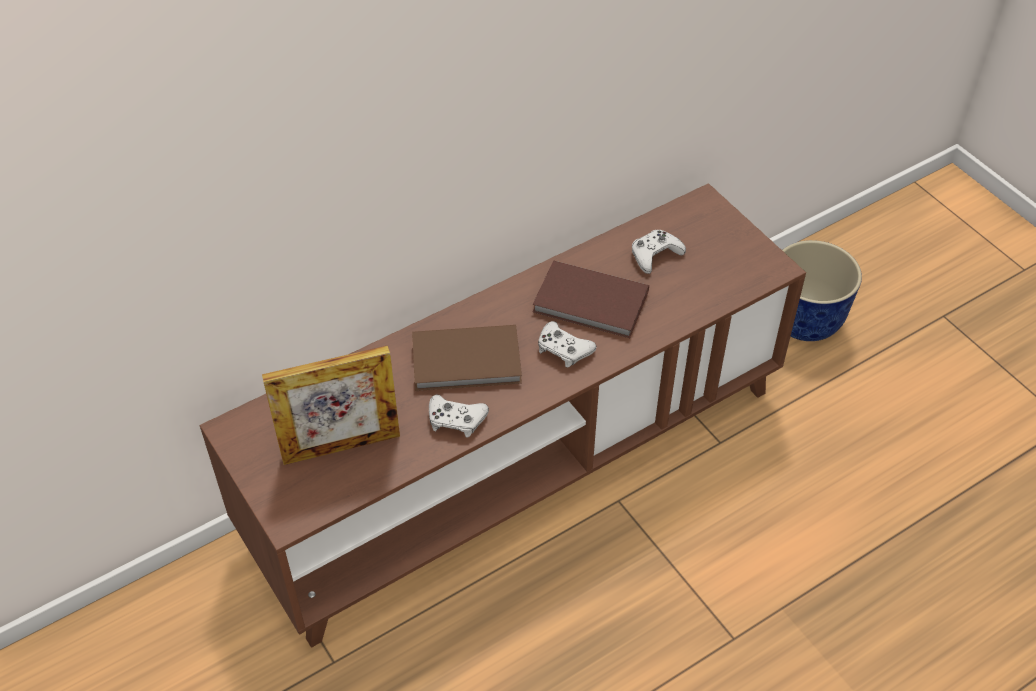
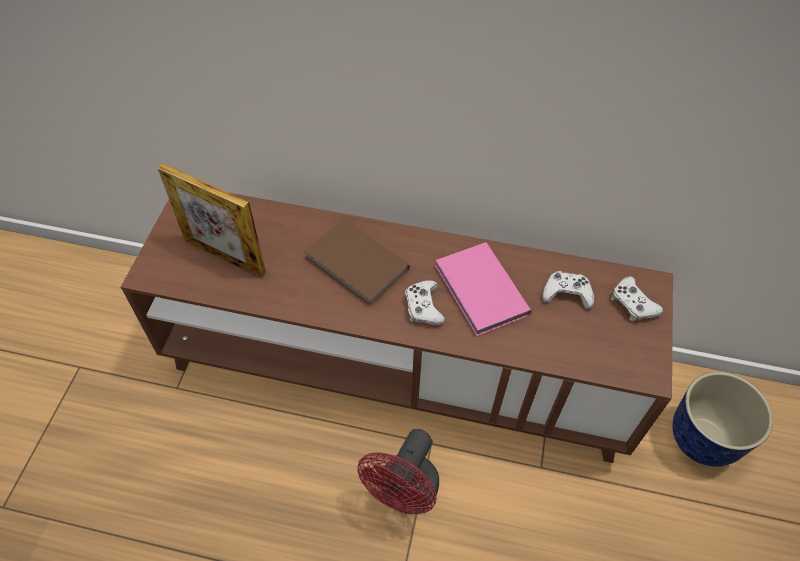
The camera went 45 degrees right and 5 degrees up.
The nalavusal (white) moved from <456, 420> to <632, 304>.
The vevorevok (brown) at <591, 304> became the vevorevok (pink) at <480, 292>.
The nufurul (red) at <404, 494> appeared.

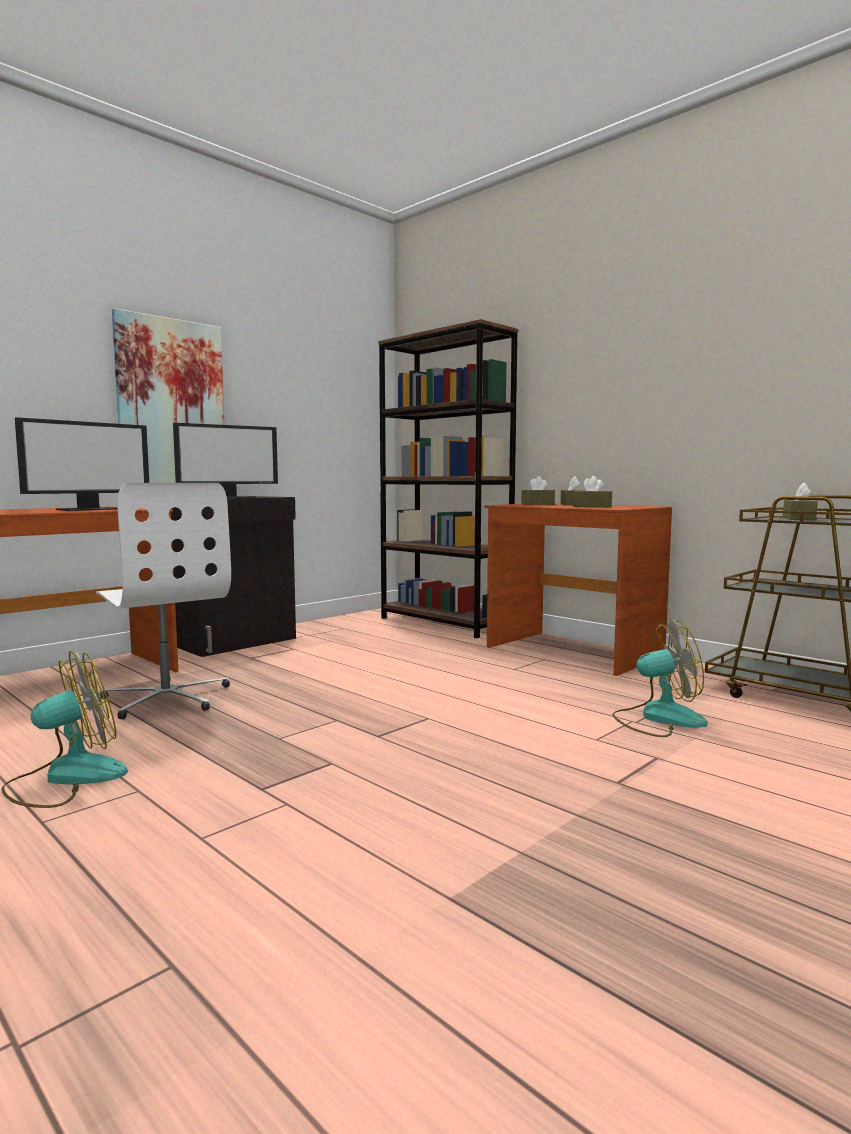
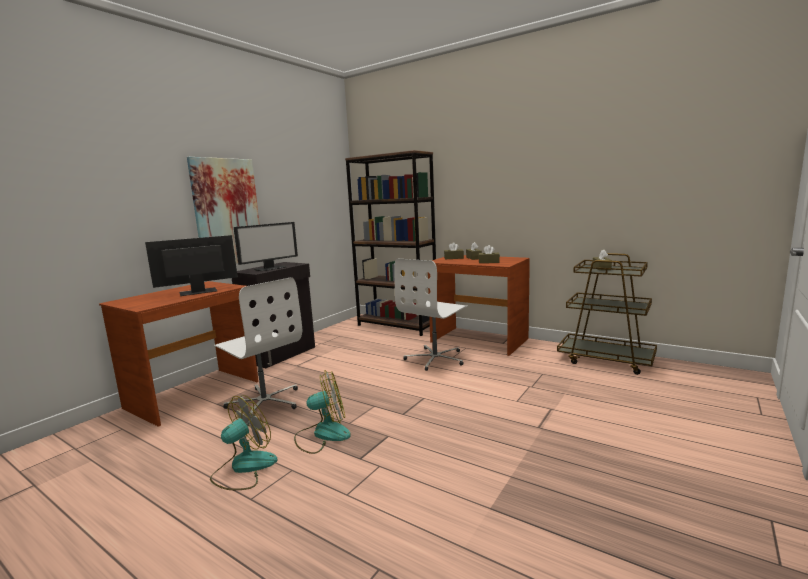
The camera went 10 degrees left and 5 degrees up.
The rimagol at <90, 509> turned 150 degrees counterclockwise.
The nufurul moved from <658, 718> to <322, 434>.
The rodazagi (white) at <435, 359> appeared.

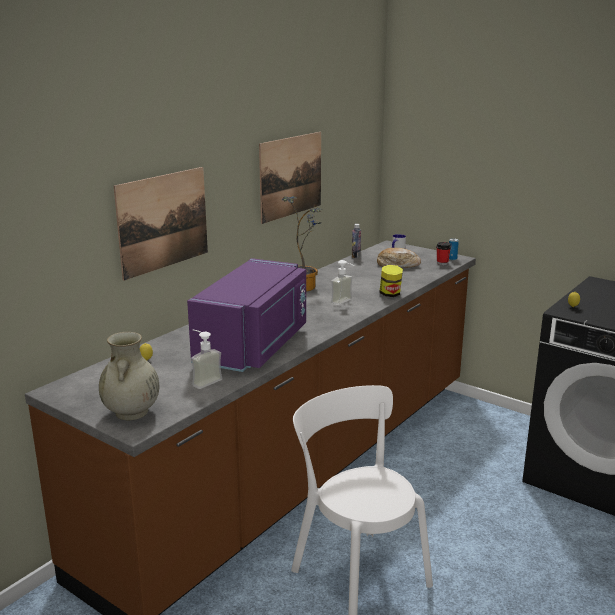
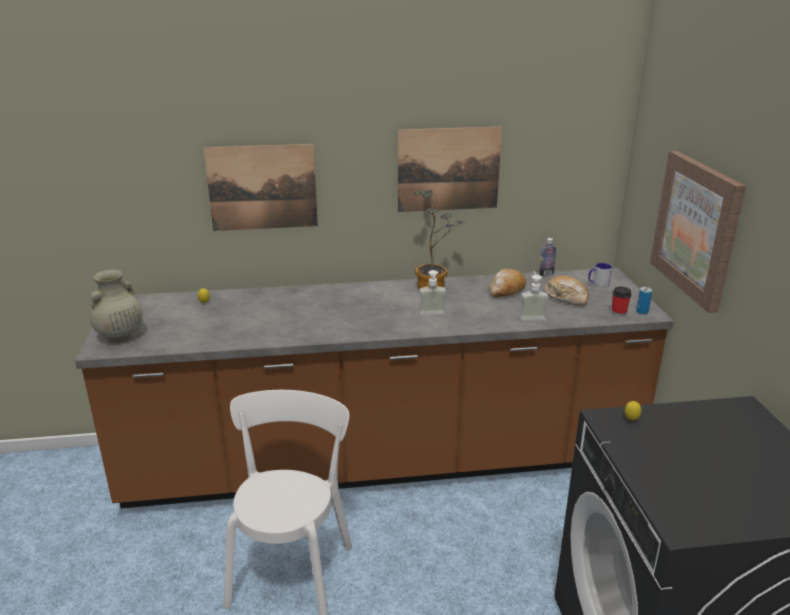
The camera went 45 degrees right and 5 degrees up.
The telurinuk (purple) at <255, 345> disappeared.
The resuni moved from <203, 381> to <531, 316>.
The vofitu at <390, 294> disappeared.
The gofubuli at <506, 290> appeared.
The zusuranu at <696, 228> appeared.

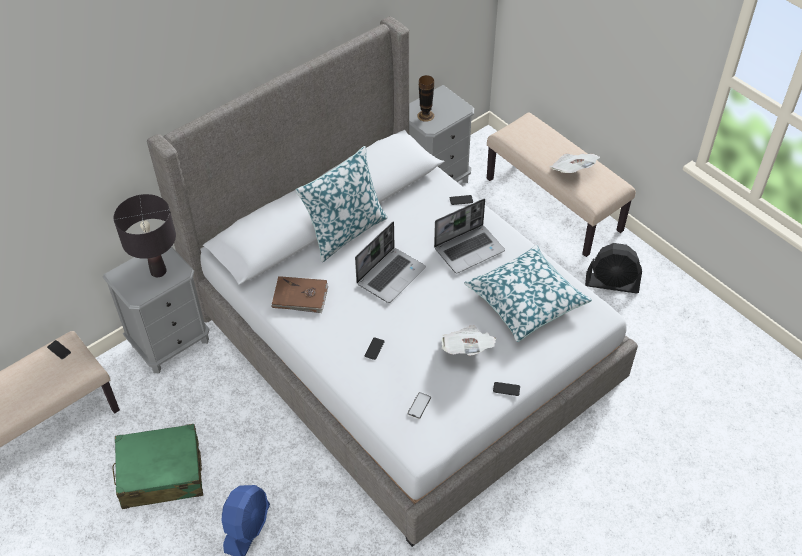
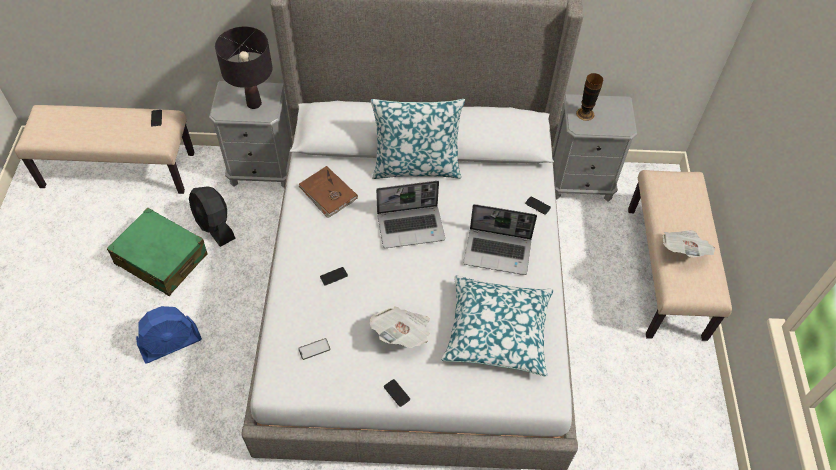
The camera went 40 degrees right and 5 degrees up.
The nufurul (black) moved from <612, 283> to <215, 226>.

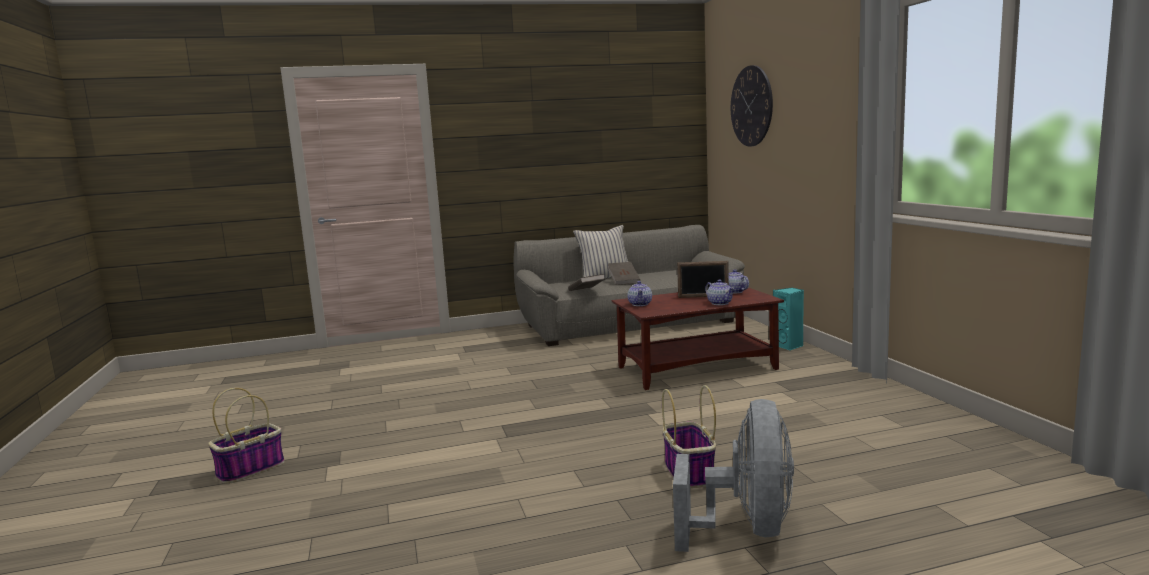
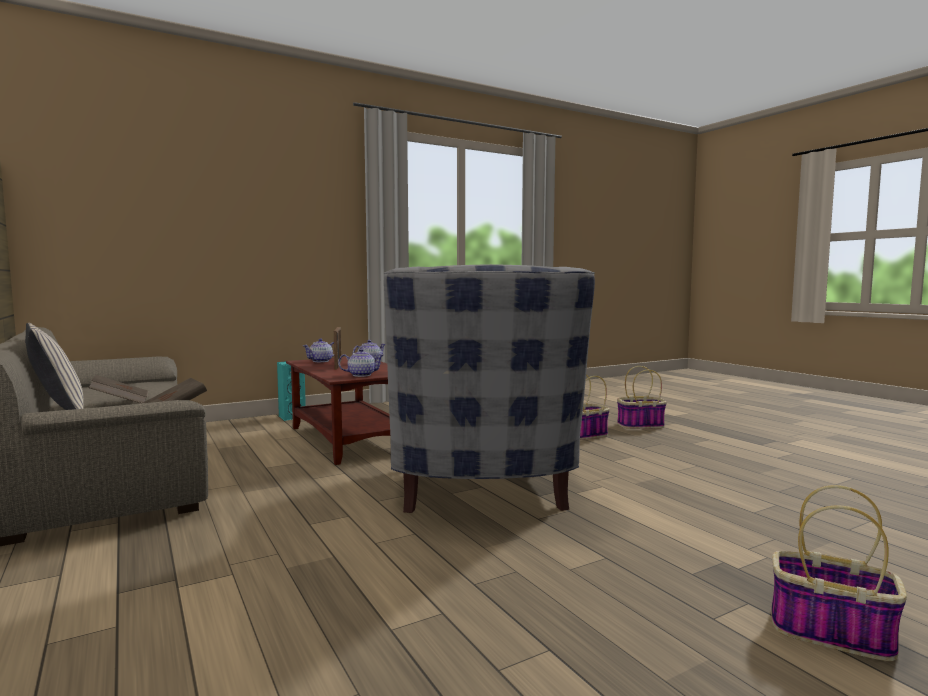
The camera went 105 degrees left and 5 degrees down.
The nufurul (grey) at <746, 529> was replaced by the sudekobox at <640, 425>.
The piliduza at <751, 106> disappeared.
The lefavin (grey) at <482, 494> appeared.

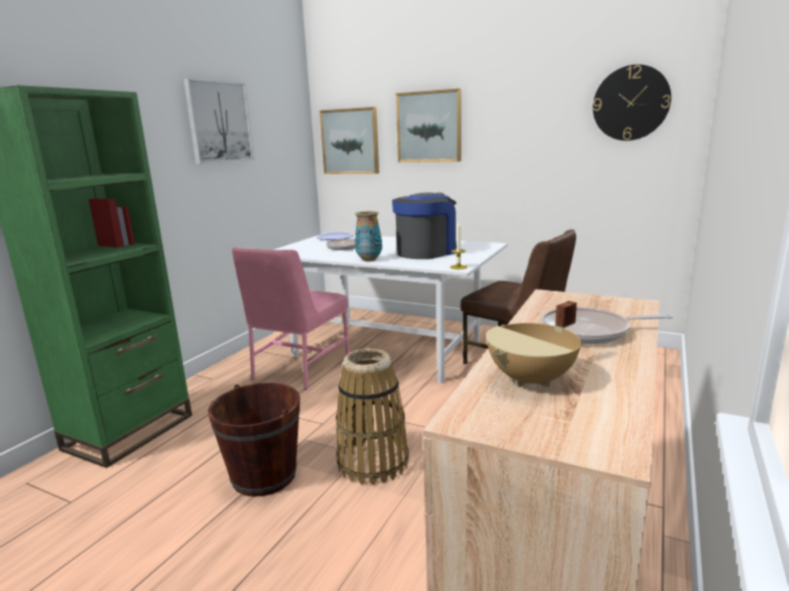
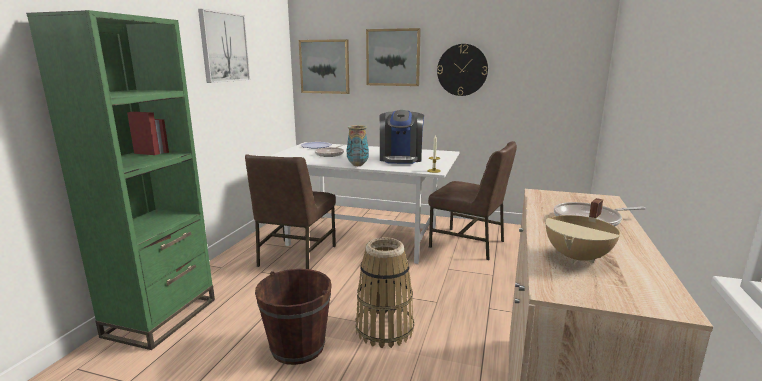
The camera went 10 degrees left and 0 degrees up.
The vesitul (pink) at <299, 368> became the vesitul (brown) at <295, 256>.
The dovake at <427, 252> turned 150 degrees clockwise.
The piliduza moved from <630, 103> to <462, 70>.

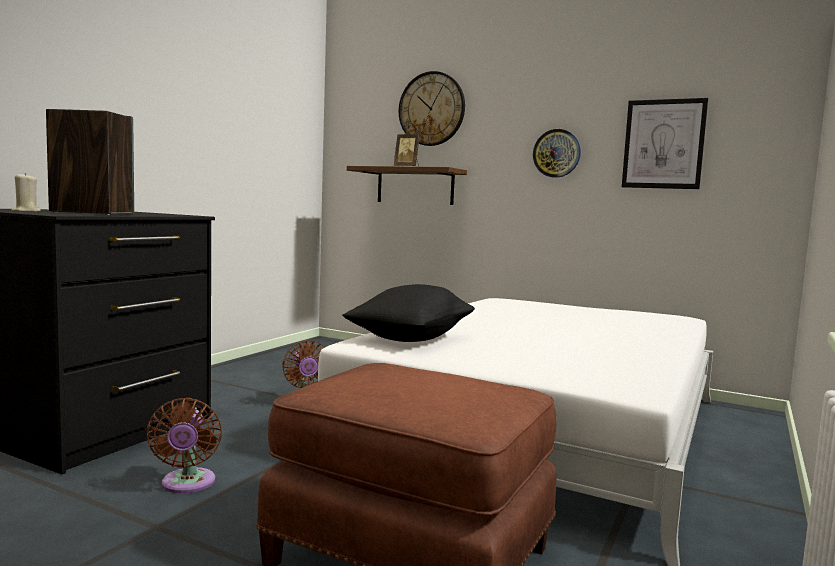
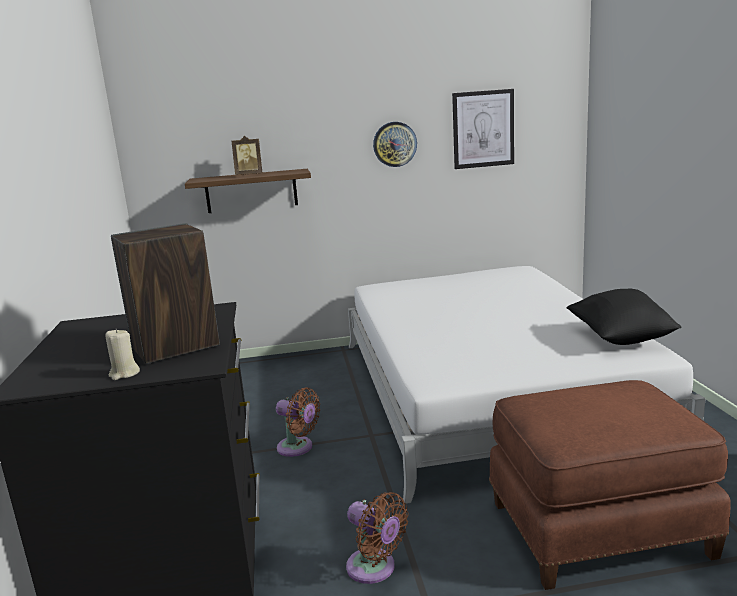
The camera went 35 degrees left and 10 degrees up.
The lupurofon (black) moved from <410, 339> to <620, 338>.
The piliduza at <431, 109> disappeared.

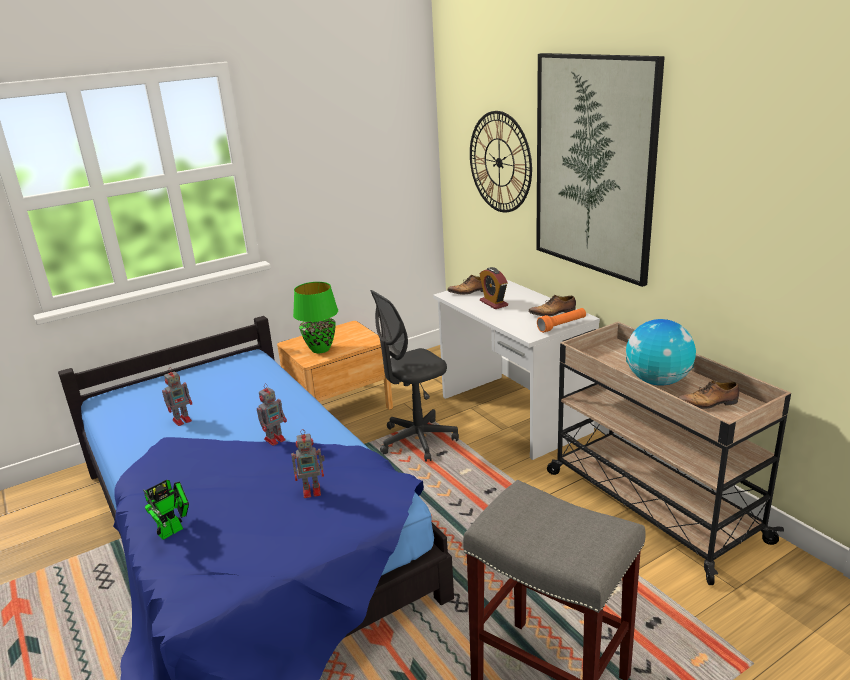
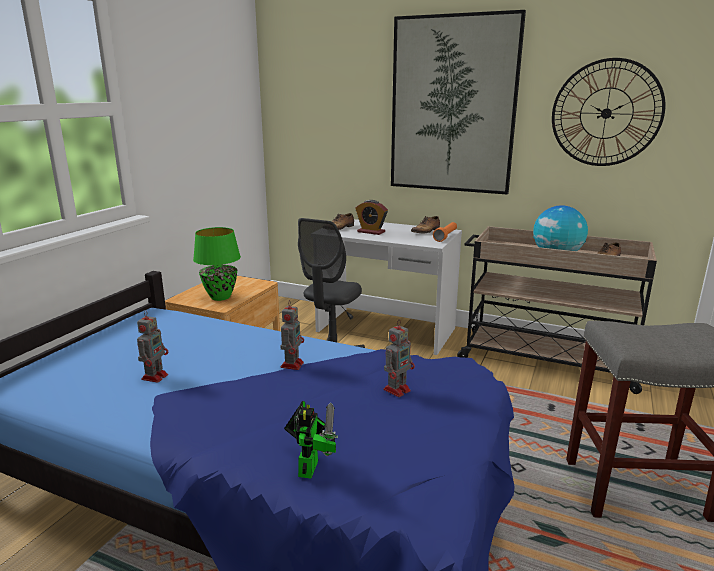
The camera went 35 degrees left and 5 degrees down.
The piliduza moved from <499, 162> to <606, 113>.

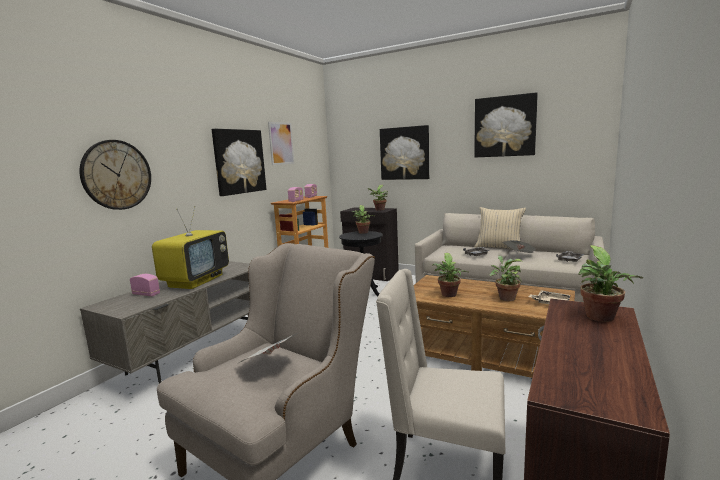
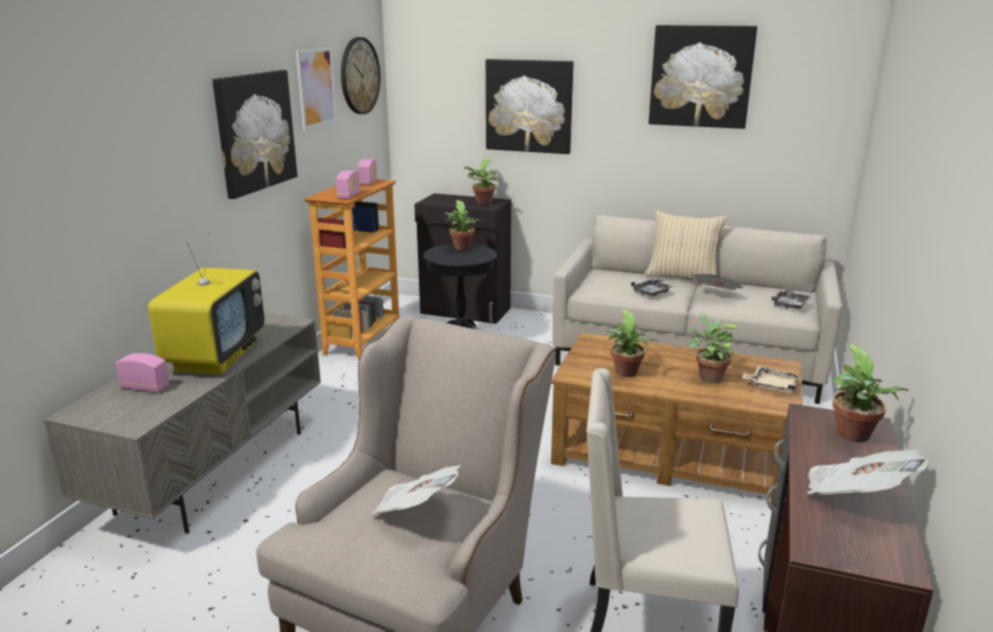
The camera went 10 degrees left and 10 degrees up.
The piliduza moved from <116, 175> to <359, 76>.
The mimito at <855, 495> appeared.

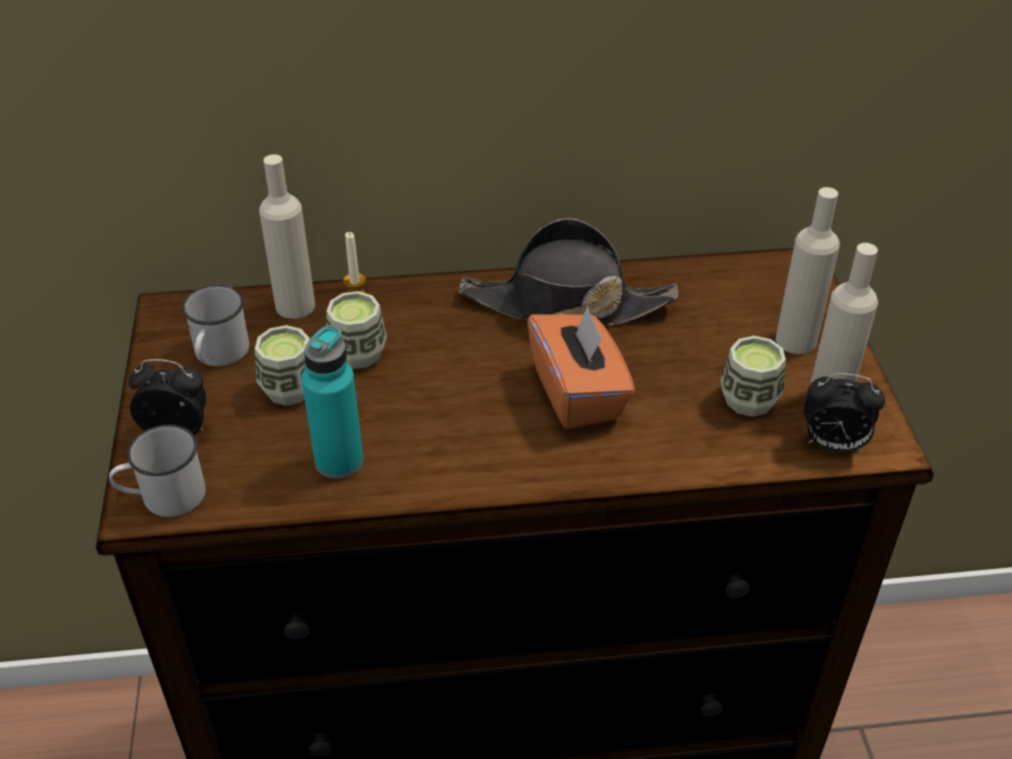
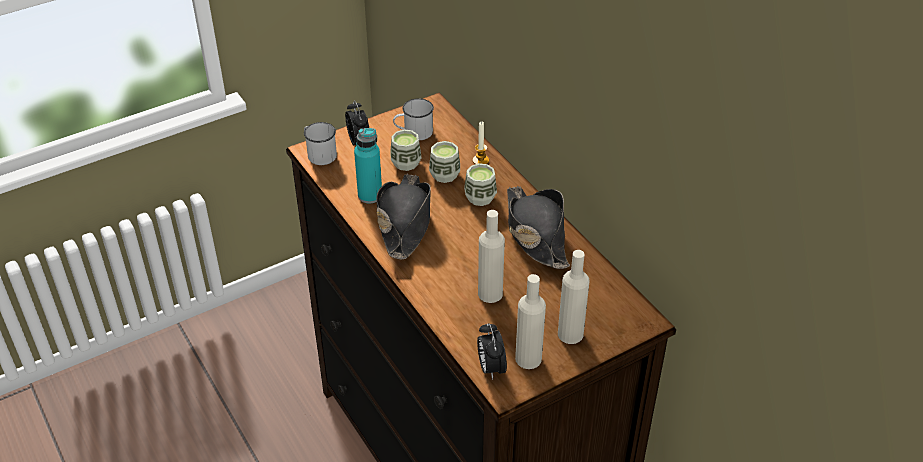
The camera went 65 degrees right and 0 degrees up.
The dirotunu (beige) moved from <295, 306> to <490, 293>.
The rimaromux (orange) at <578, 393> disappeared.
The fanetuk moved from <749, 400> to <480, 197>.
The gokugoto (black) at <405, 222> appeared.

